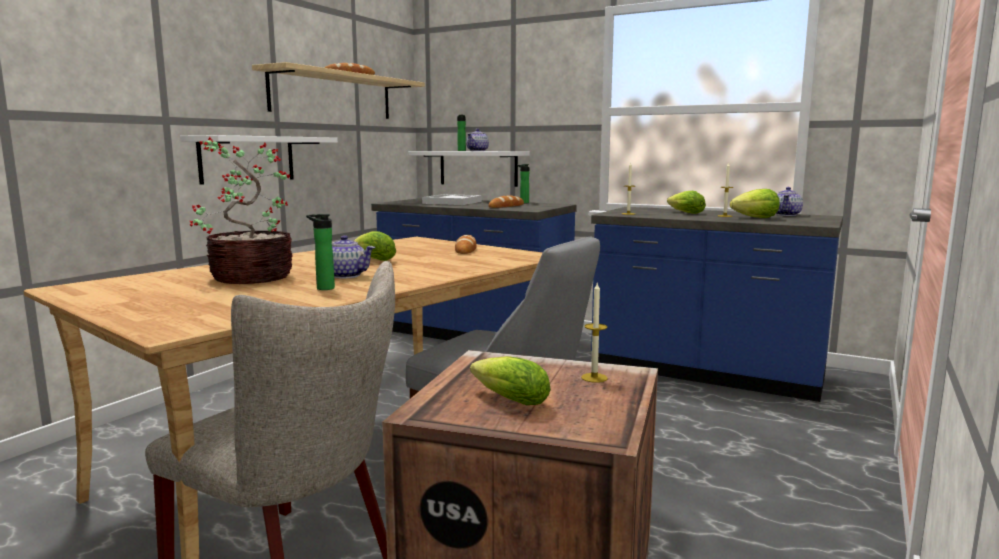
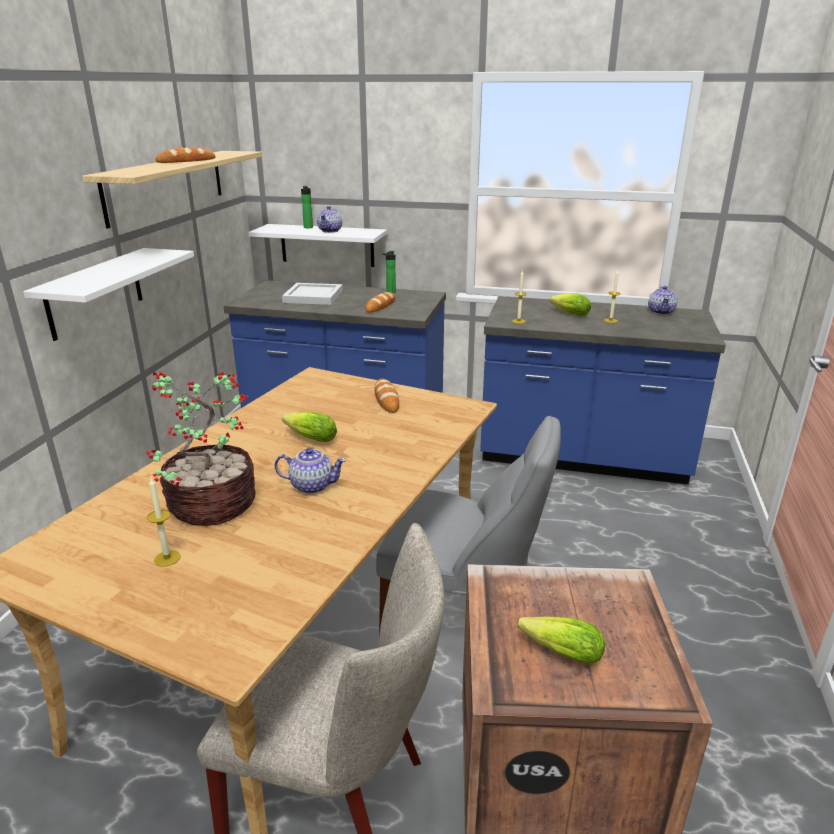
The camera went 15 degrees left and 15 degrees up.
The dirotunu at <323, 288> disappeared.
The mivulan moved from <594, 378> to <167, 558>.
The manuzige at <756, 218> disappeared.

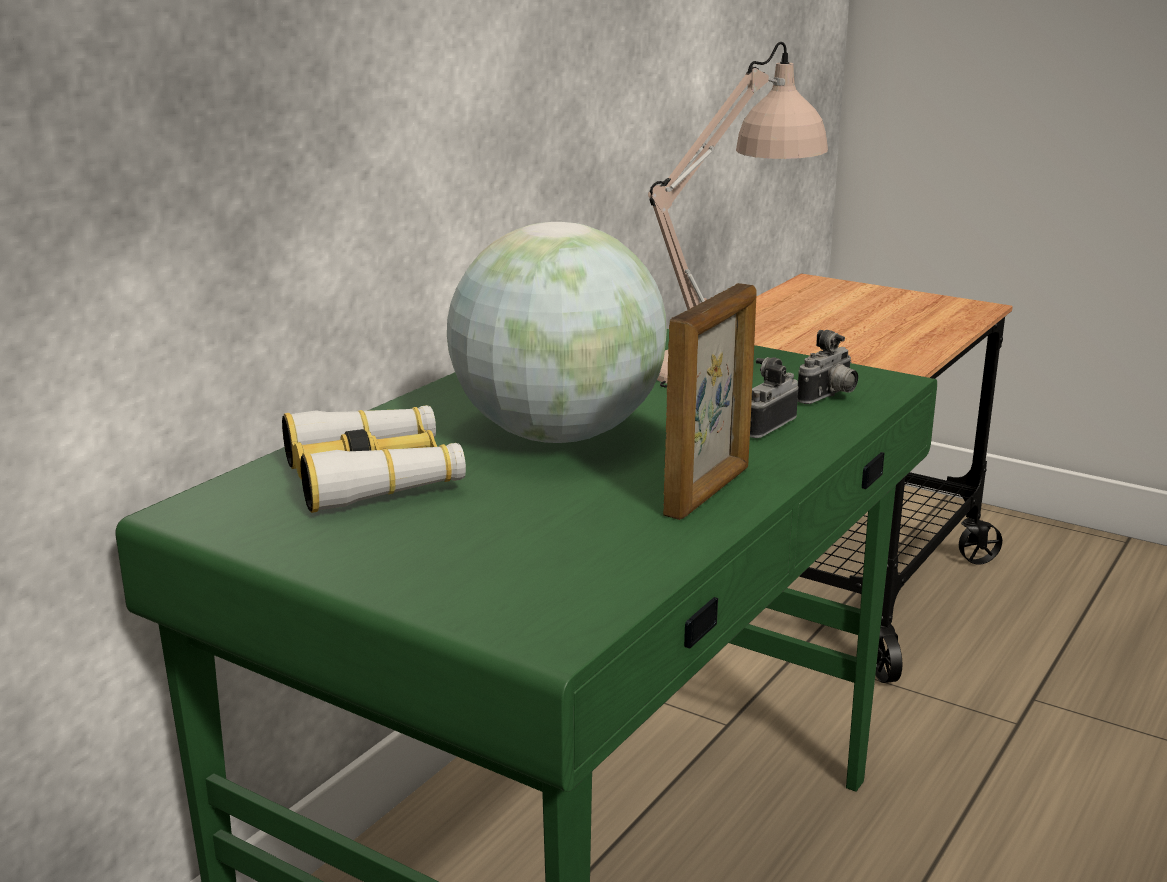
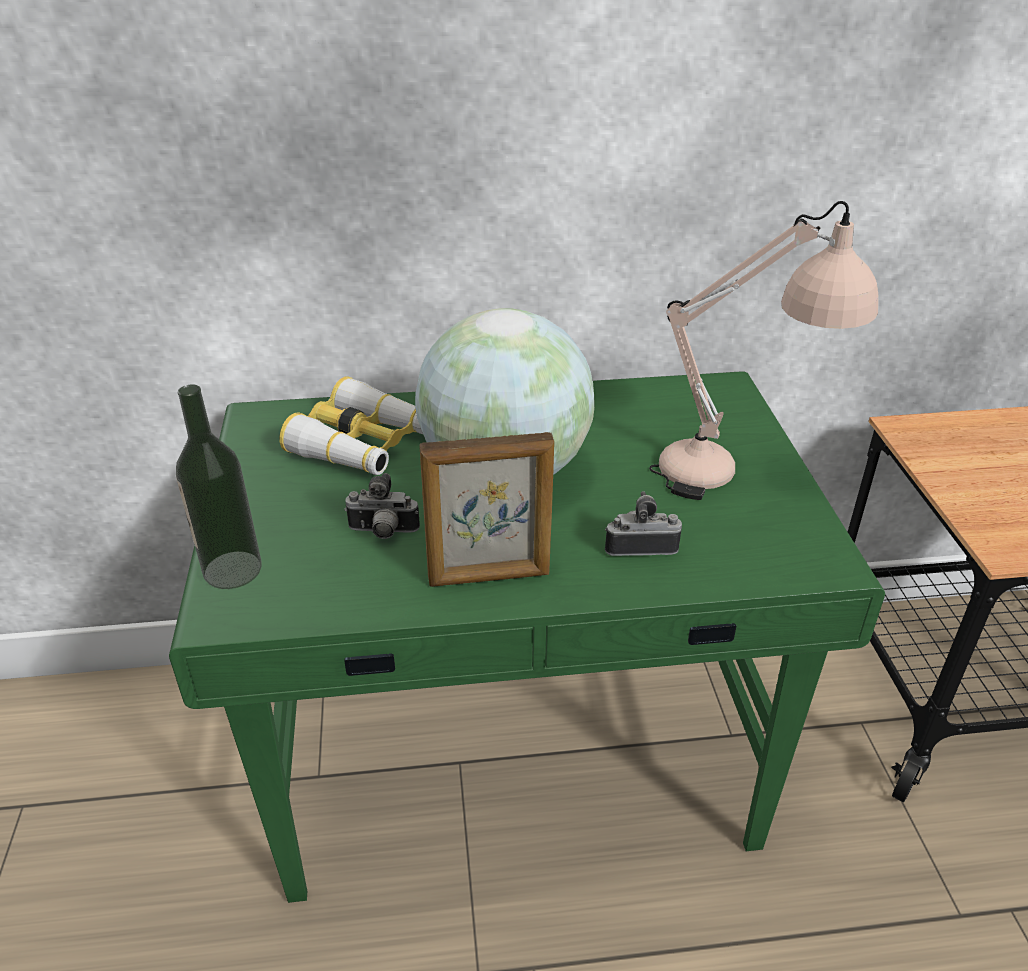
The camera went 50 degrees right and 15 degrees up.
The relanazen moved from <829, 397> to <382, 533>.
The dirotunu at <232, 570> appeared.

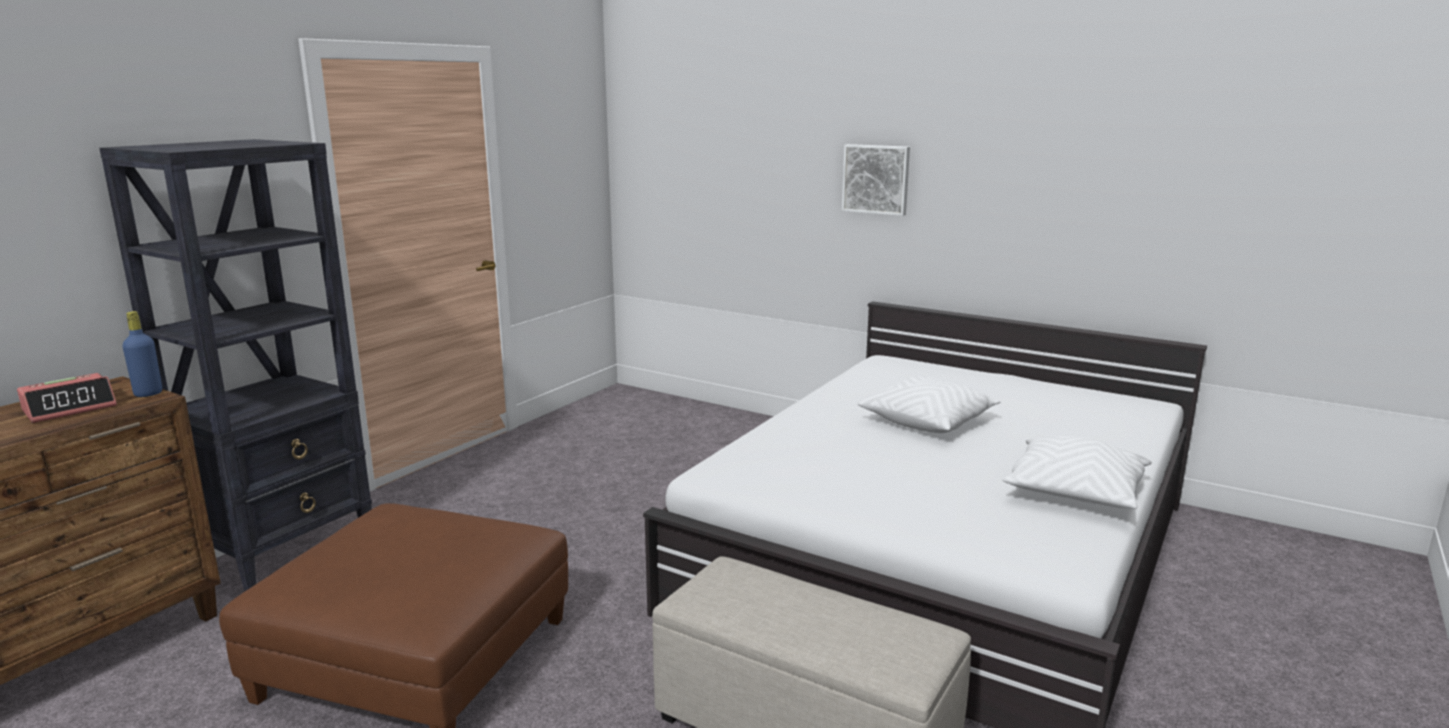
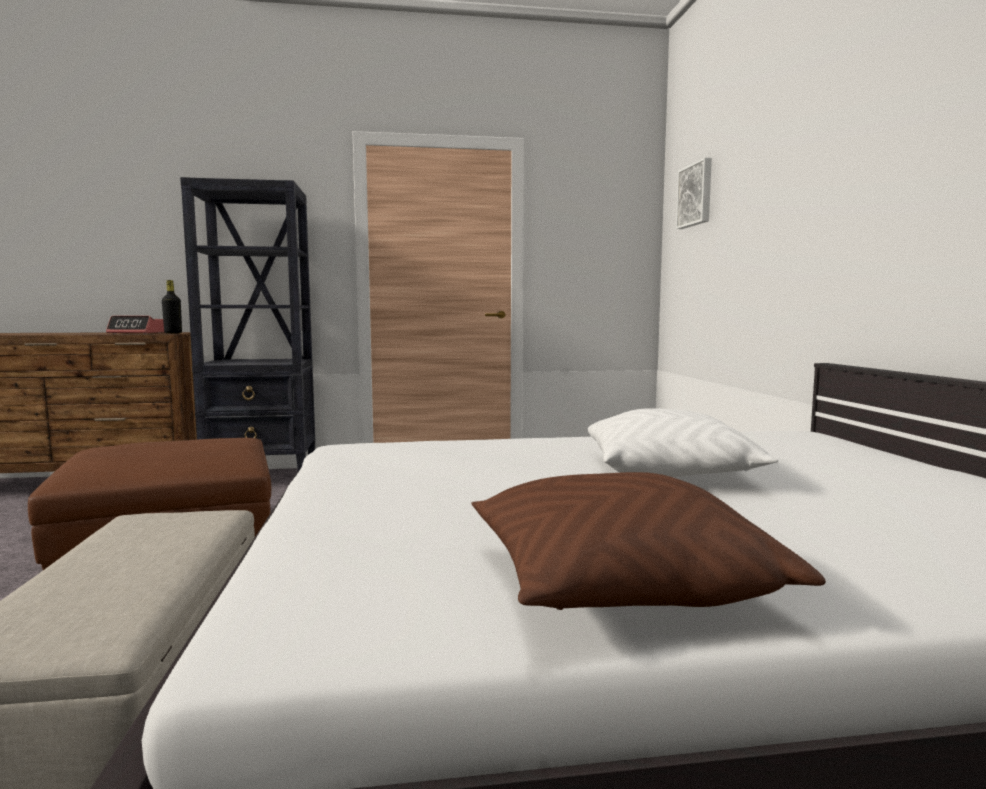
The camera went 50 degrees right and 10 degrees down.
The dirotunu (blue) at <148, 393> became the dirotunu (black) at <173, 333>.
The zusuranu moved from <876, 179> to <696, 195>.
The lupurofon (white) at <1075, 493> became the lupurofon (brown) at <617, 585>.

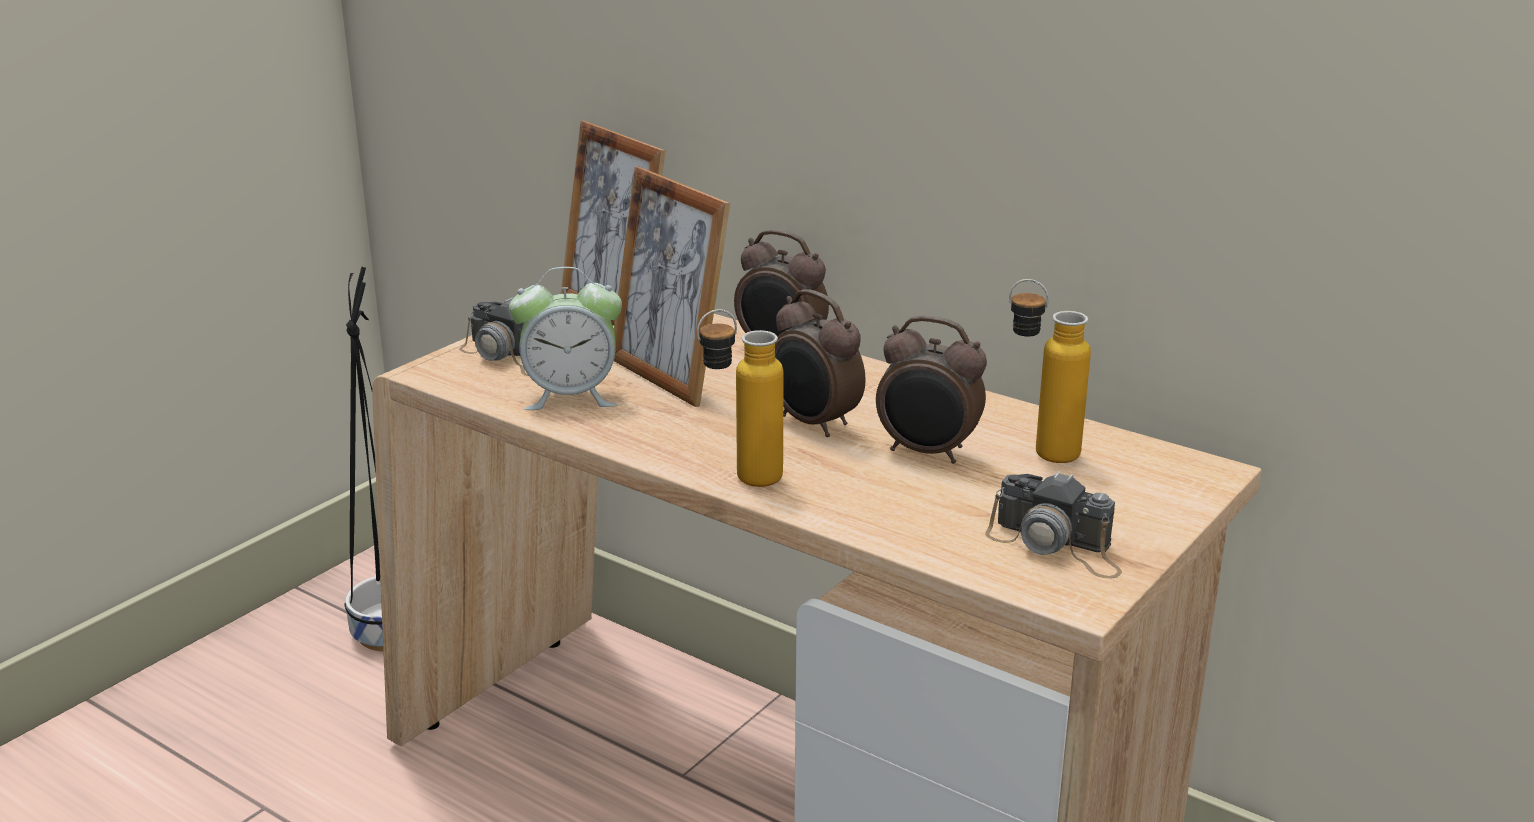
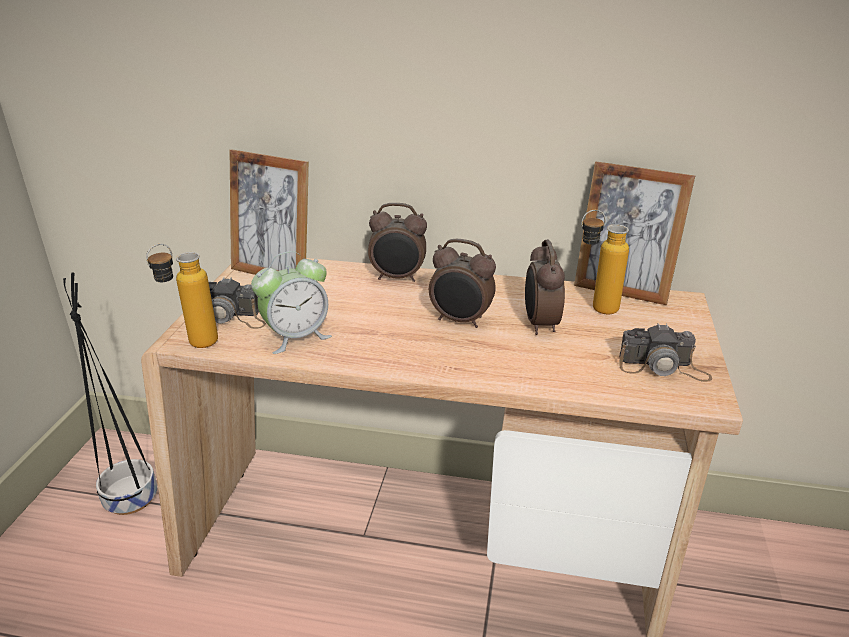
The camera went 25 degrees left and 5 degrees up.
The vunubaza moved from <669, 377> to <622, 289>.
The dirotunu moved from <741, 480> to <193, 346>.
The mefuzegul at <927, 453> turned 90 degrees clockwise.

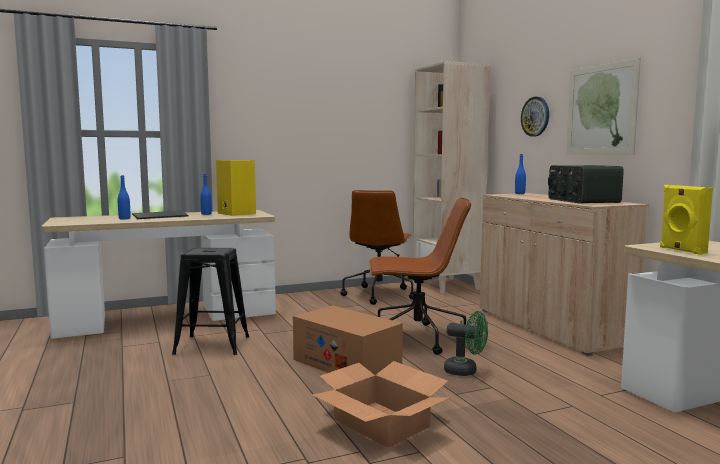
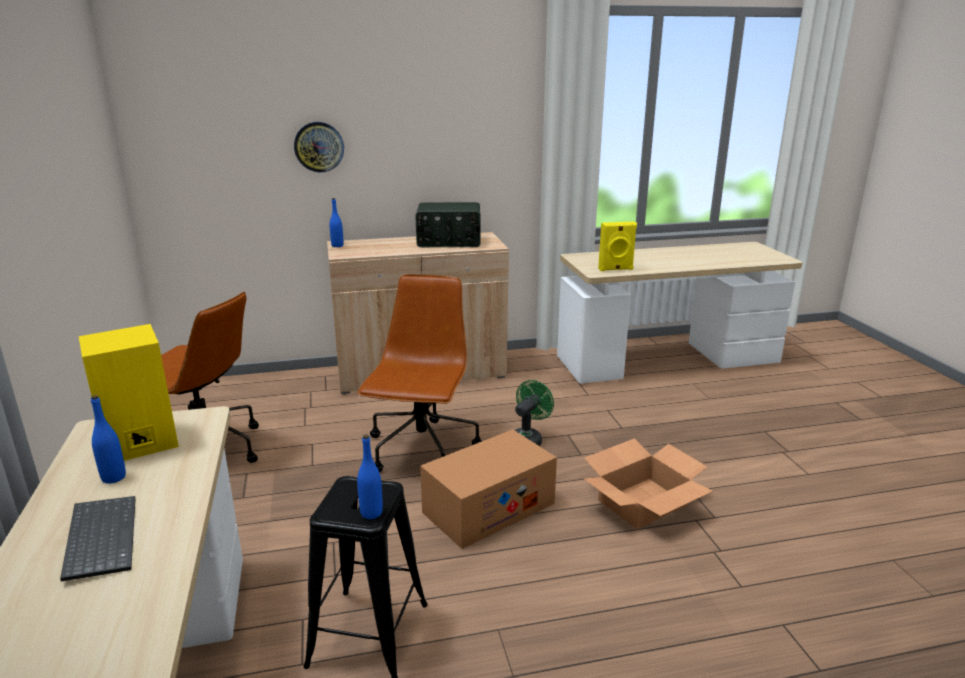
The camera went 80 degrees left and 15 degrees up.
The dirotunu (blue) moved from <124, 218> to <371, 513>.
The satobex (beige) at <447, 286> disappeared.
The zusuranu at <601, 109> disappeared.

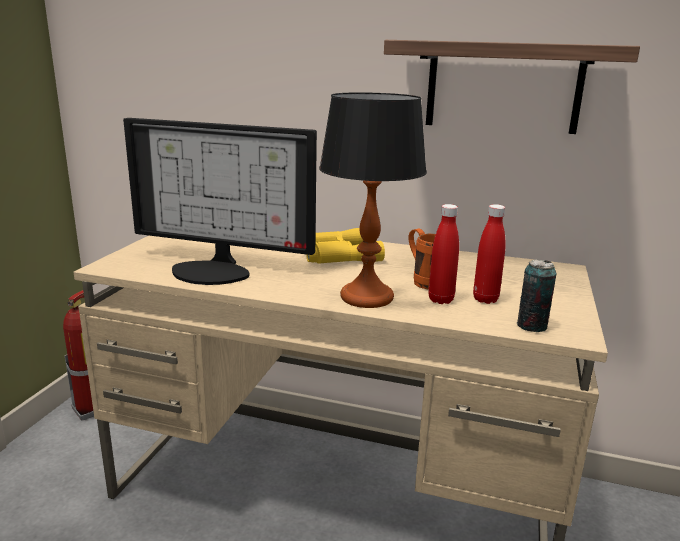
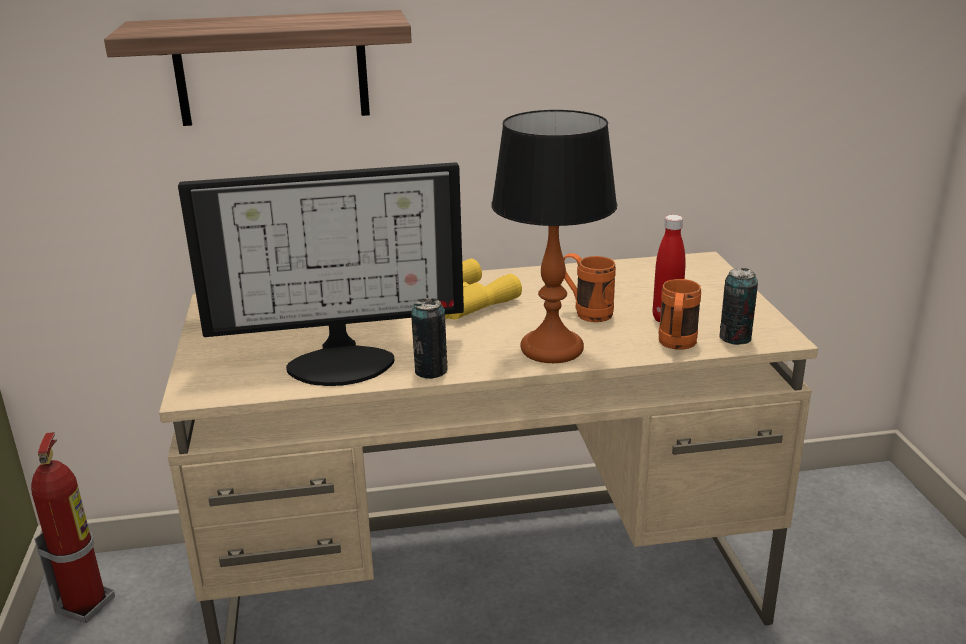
The camera went 25 degrees left and 5 degrees up.
The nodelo moved from <503, 87> to <271, 68>.
The dirotunu (red) at <440, 300> disappeared.
The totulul at <431, 371> appeared.
The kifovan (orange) at <676, 345> appeared.

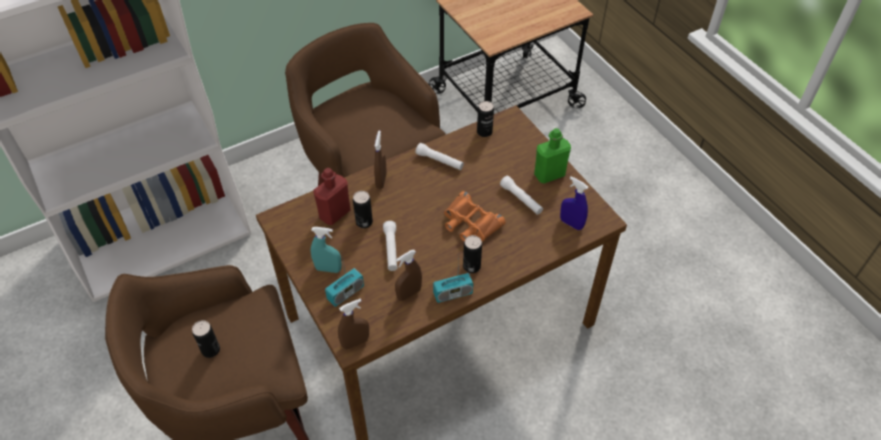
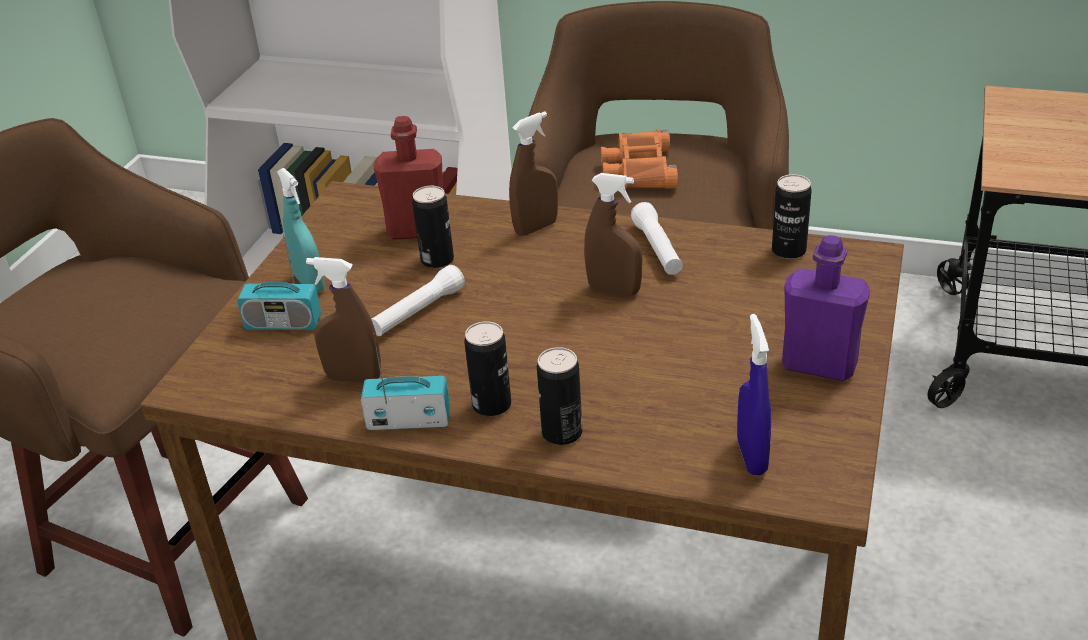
The camera went 50 degrees right and 15 degrees down.
The totulul moved from <211, 350> to <562, 433>.
The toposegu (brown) moved from <355, 342> to <614, 290>.
The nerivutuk at <453, 293> turned 150 degrees clockwise.
The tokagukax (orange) moved from <470, 223> to <639, 169>.
The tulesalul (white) at <521, 199> disappeared.
The dirotunu (green) at <549, 174> became the dirotunu (purple) at <819, 365>.

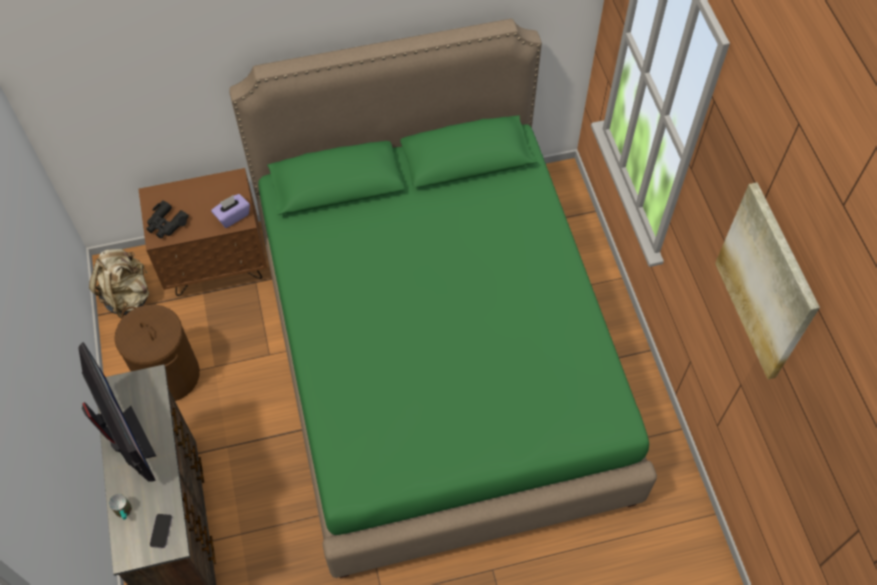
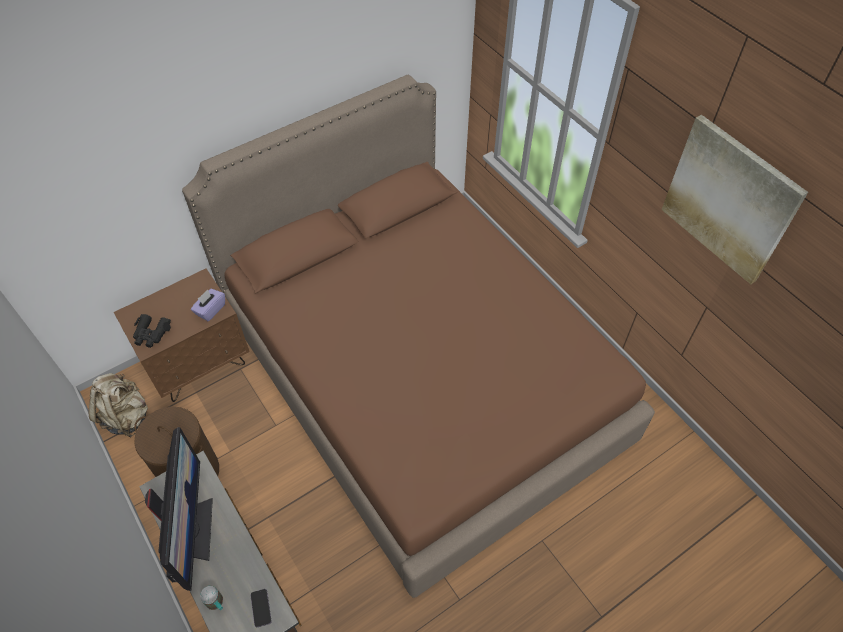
The camera went 20 degrees left and 5 degrees down.
The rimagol at <128, 438> turned 45 degrees clockwise.
The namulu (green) at <438, 356> became the namulu (brown) at <421, 380>.

